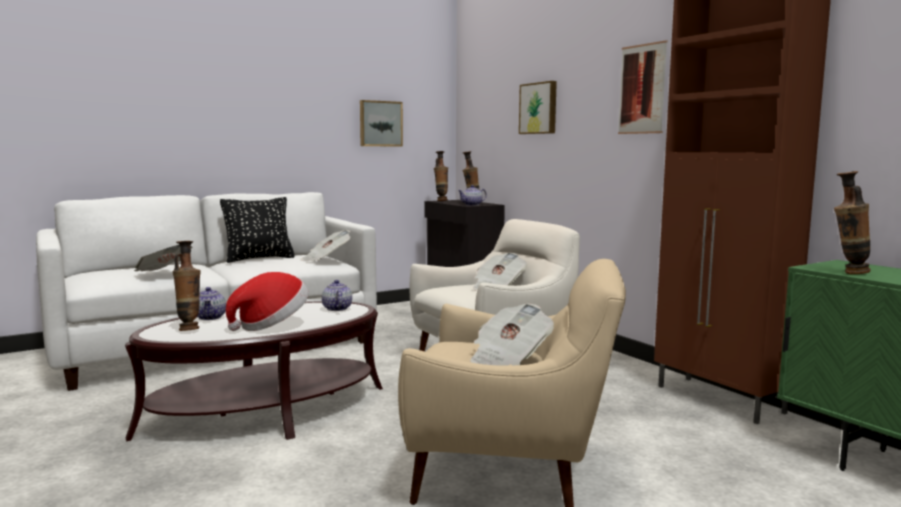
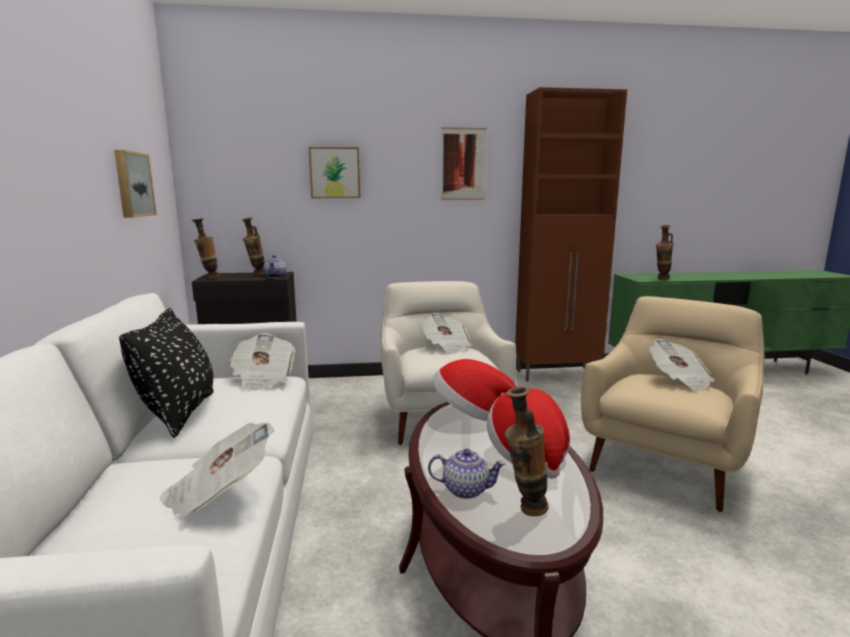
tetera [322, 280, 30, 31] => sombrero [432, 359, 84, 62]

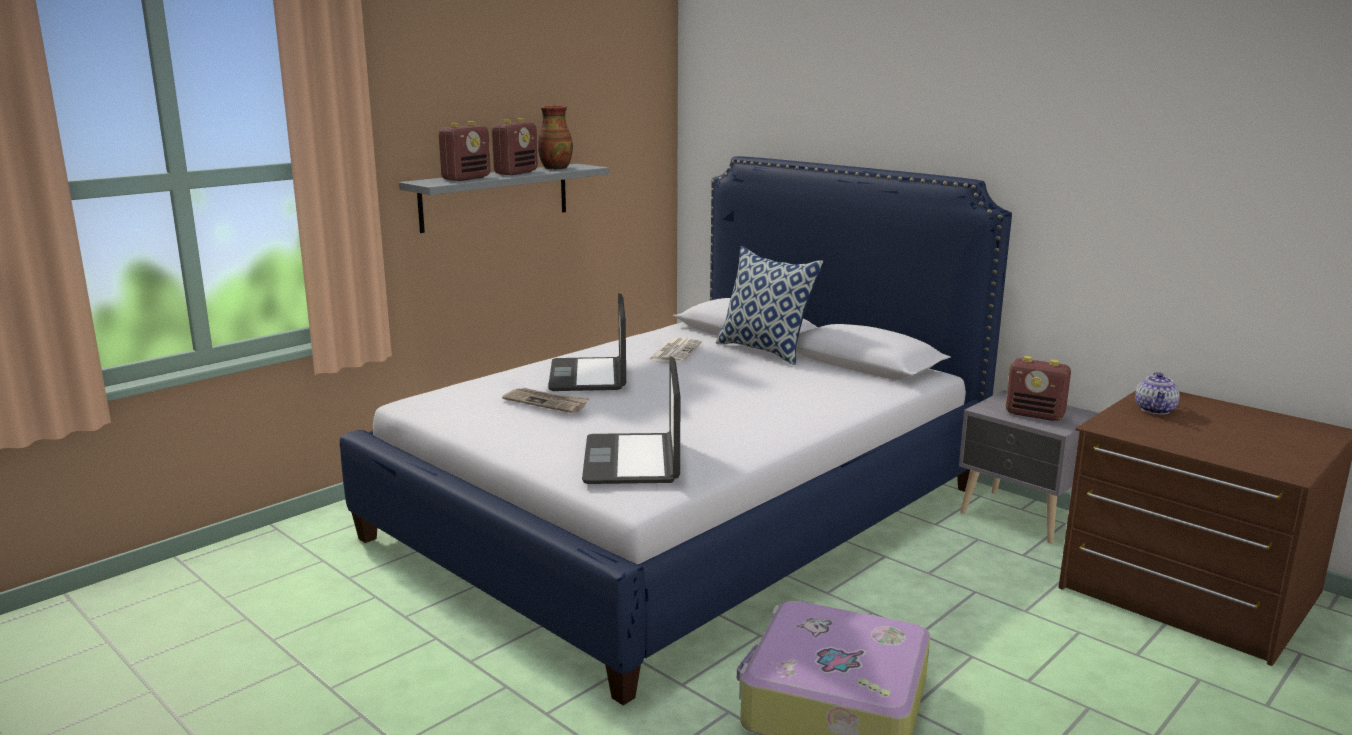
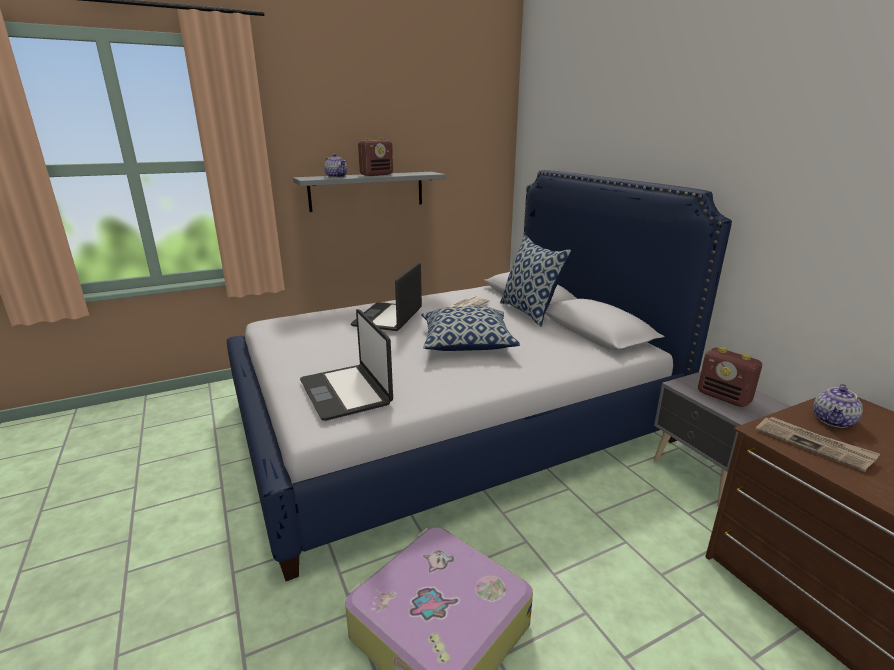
florero [538, 105, 35, 65] => nothing
nothing => cojín [421, 306, 99, 45]
periódico [502, 388, 88, 25] => periódico [755, 417, 125, 55], move
radio [438, 121, 52, 60] => tetera [324, 154, 23, 24]
portátil [582, 356, 99, 128] => portátil [300, 309, 93, 112], 45 degrees counterclockwise

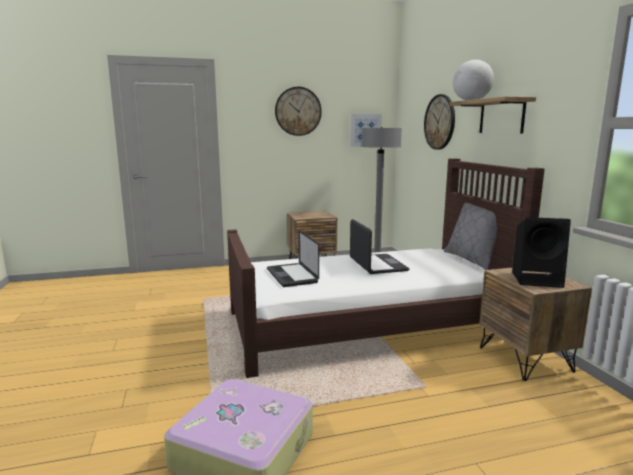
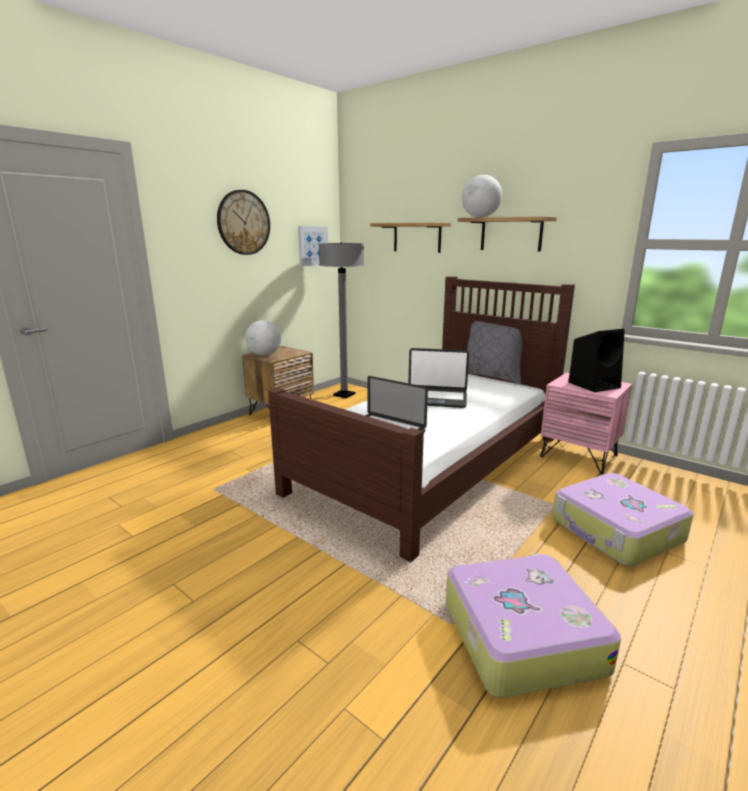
nothing => globo terráqueo [245, 320, 36, 36]
nothing => maleta [552, 473, 142, 93]
reloj de pared [424, 94, 31, 56] => estante [370, 222, 81, 31]
mesita de noche (marrón) [479, 267, 113, 114] => mesita de noche (rosa) [540, 373, 92, 101]
portátil [350, 219, 59, 55] => portátil [409, 348, 60, 60], 150 degrees clockwise

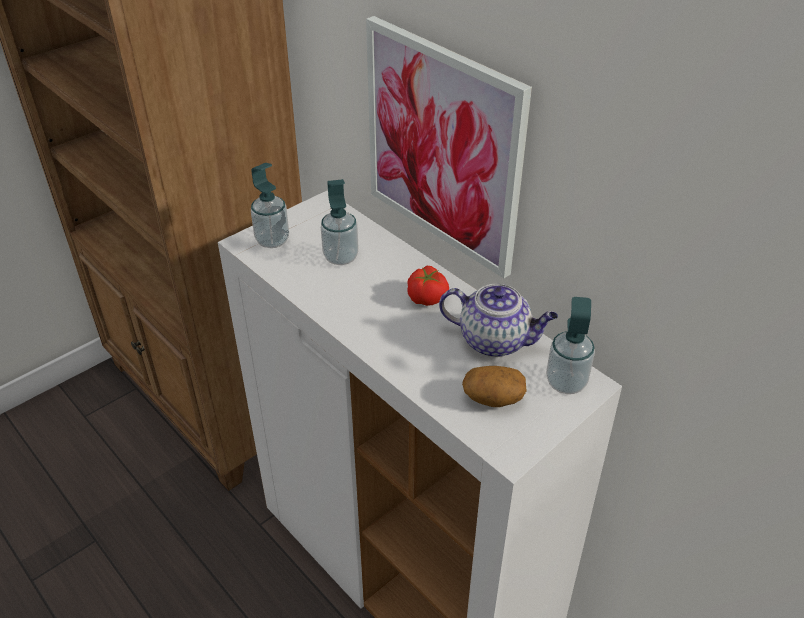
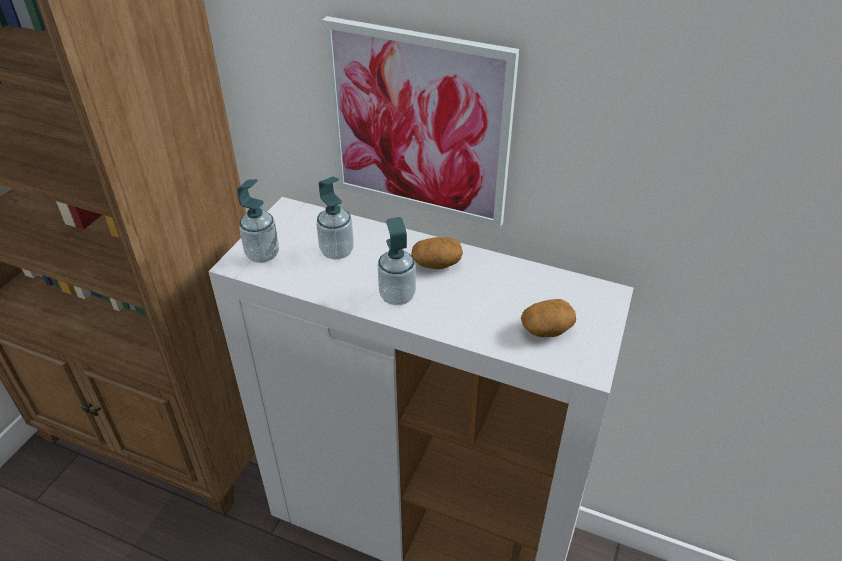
tetera [439, 284, 119, 73] => nothing
dispensador de jabón [546, 297, 49, 97] => dispensador de jabón [377, 217, 39, 88], move
tomate [407, 266, 42, 40] => patata [411, 237, 52, 32]

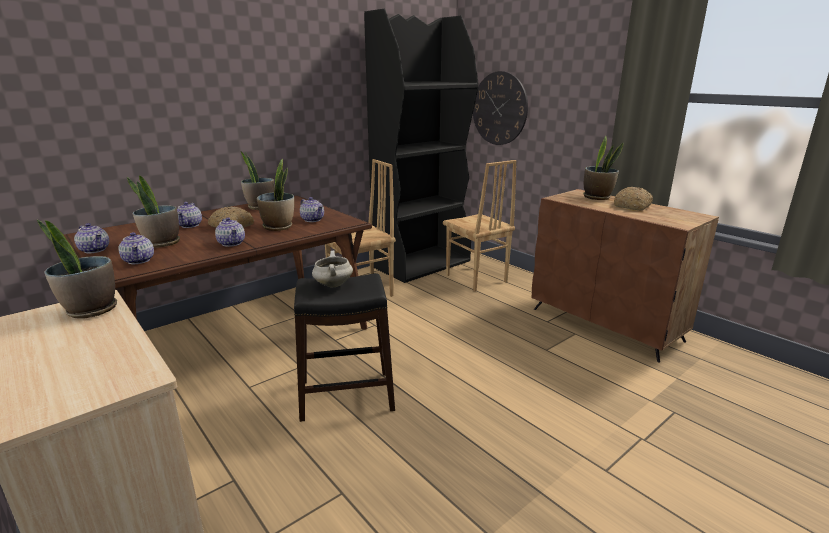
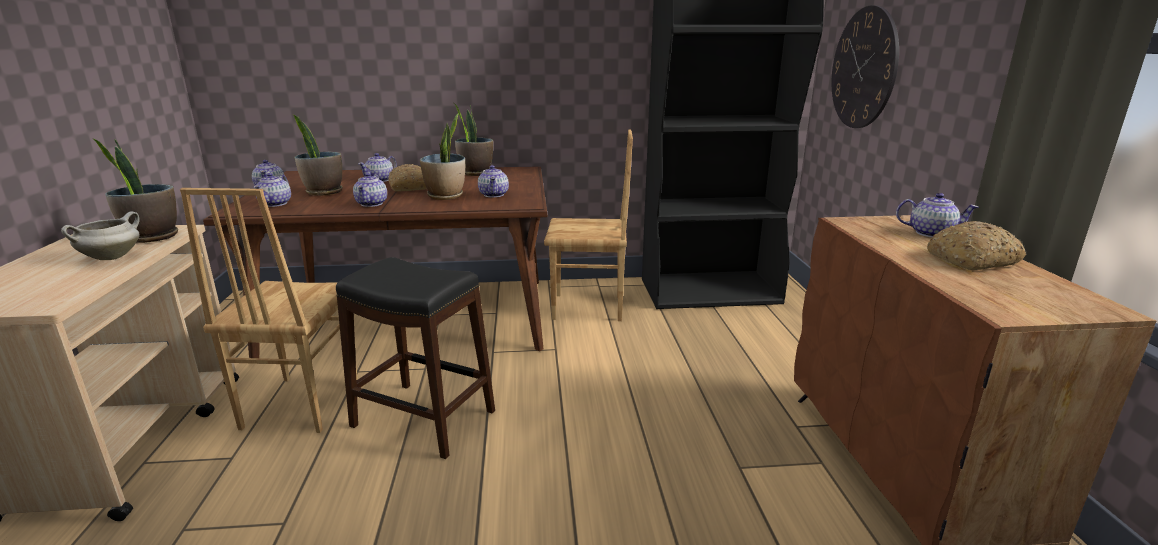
olla (blanco) [312, 250, 41, 37] => olla (blanco) [61, 211, 79, 49], move
silla (marrón) [443, 160, 74, 131] => silla (marrón) [180, 188, 178, 245], move
planta en maceta [583, 136, 41, 64] => tetera [896, 193, 83, 45]

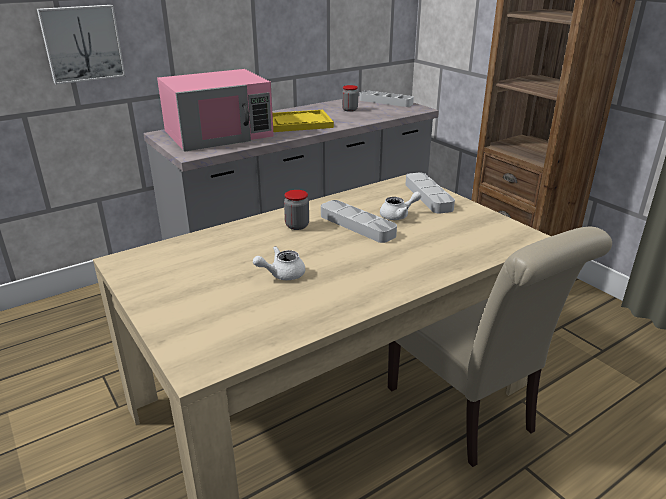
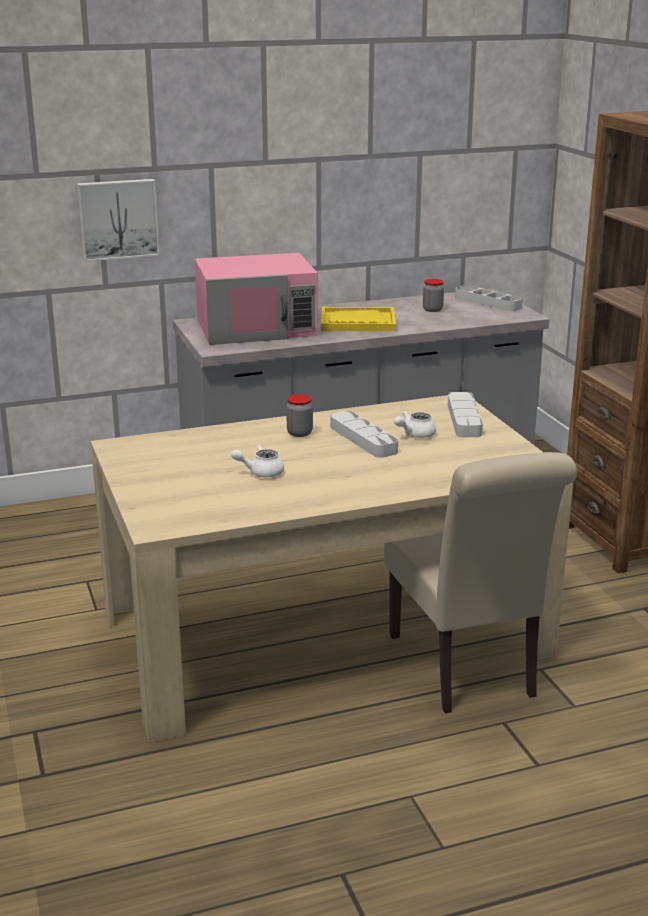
tetera (blanco) [380, 191, 42, 29] => tetera (blanco) [394, 410, 42, 28], 150 degrees clockwise

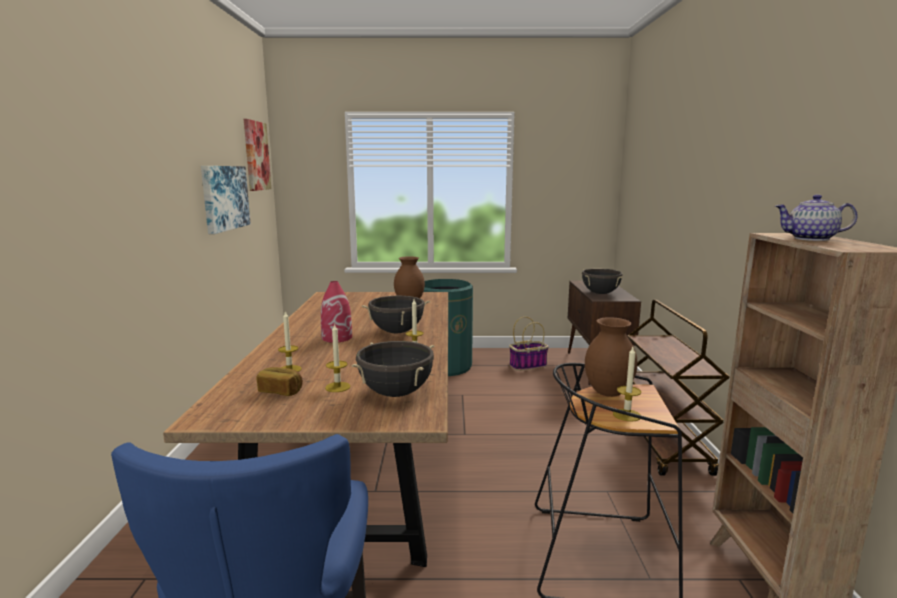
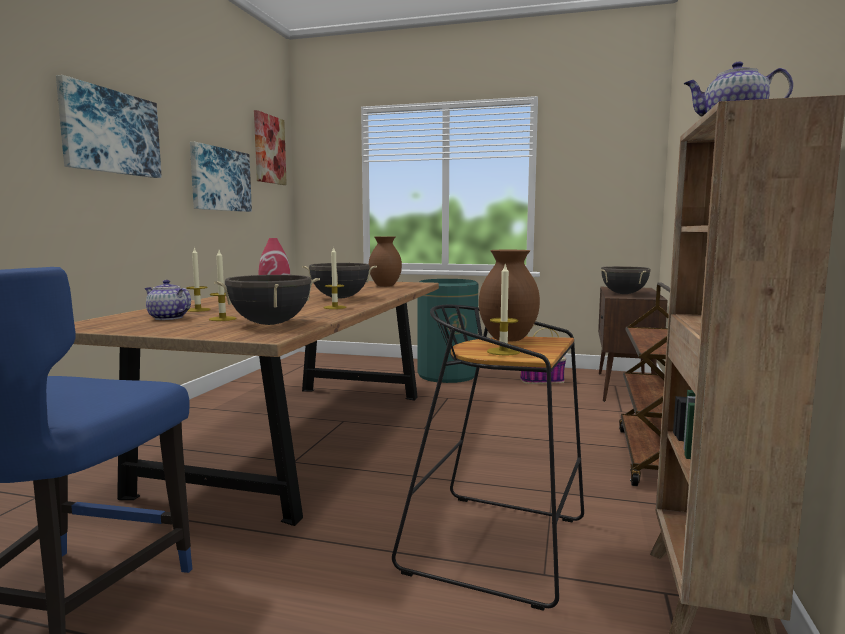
nothing => cuadro [56, 75, 106, 103]
pan [256, 367, 47, 29] => tetera [144, 280, 47, 40]

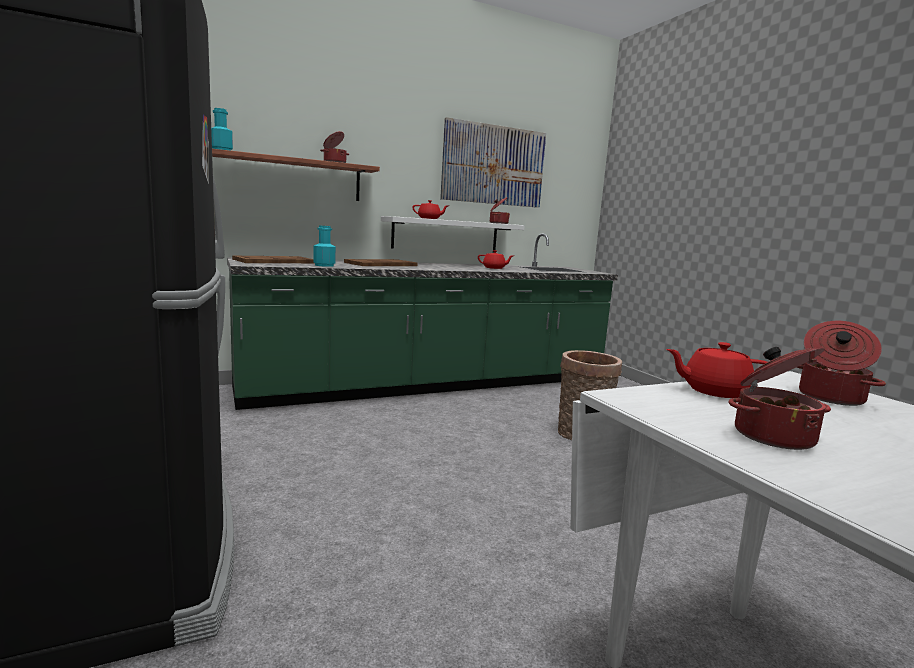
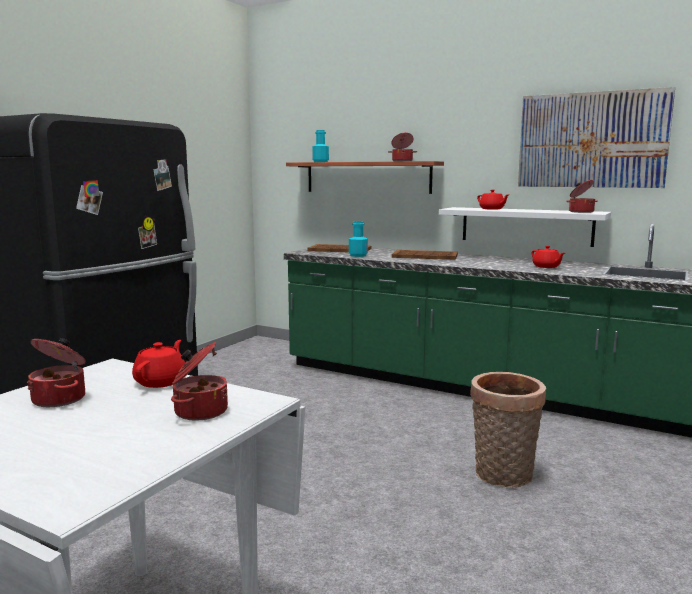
tetera (rojo) [666, 342, 101, 56] => tetera (rojo) [132, 340, 53, 48], 45 degrees clockwise

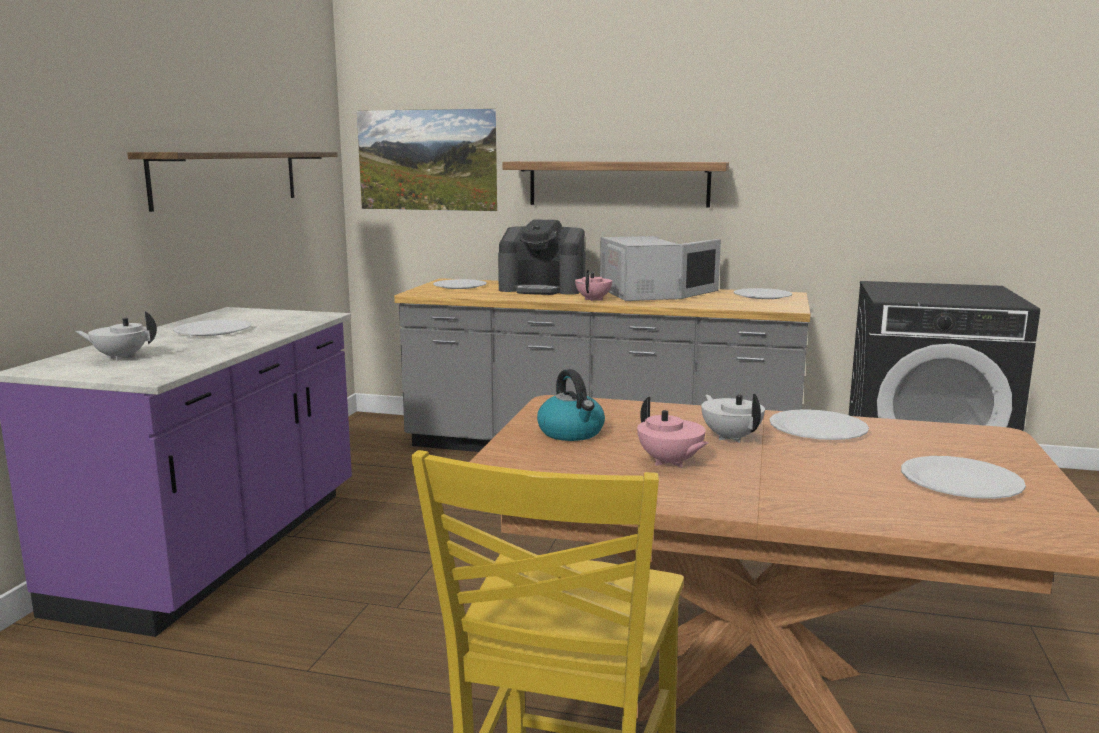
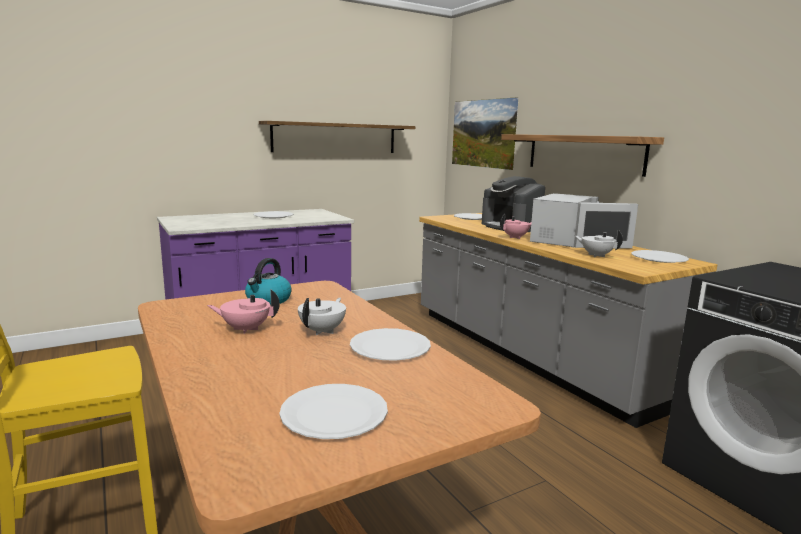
tetera (blanco) [75, 311, 82, 50] => tetera (blanco) [574, 230, 49, 27], move
tetera (rosa) [637, 397, 71, 71] => tetera (rosa) [207, 290, 73, 44], 75 degrees clockwise

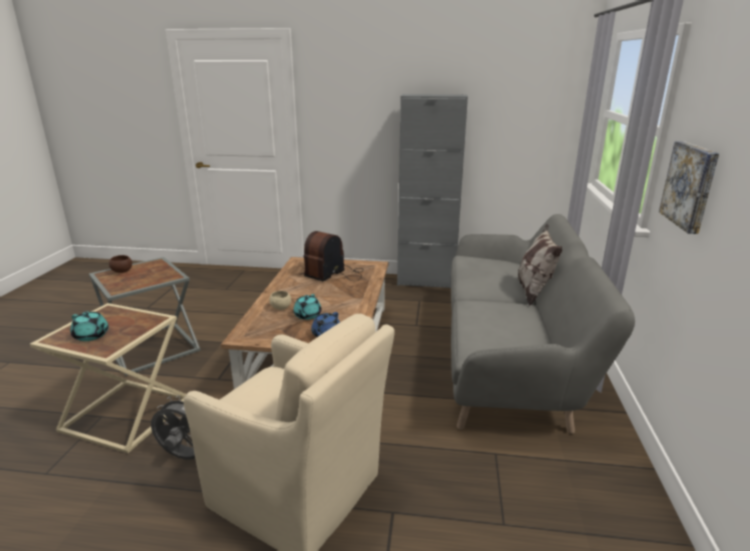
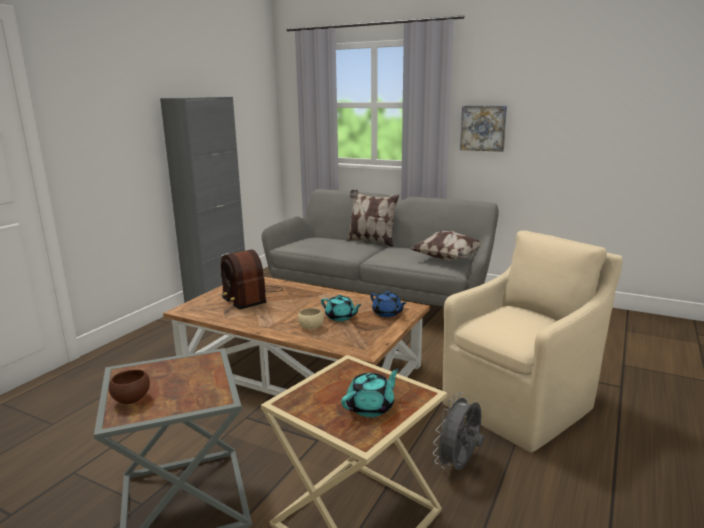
nothing => cojín [410, 231, 72, 30]

